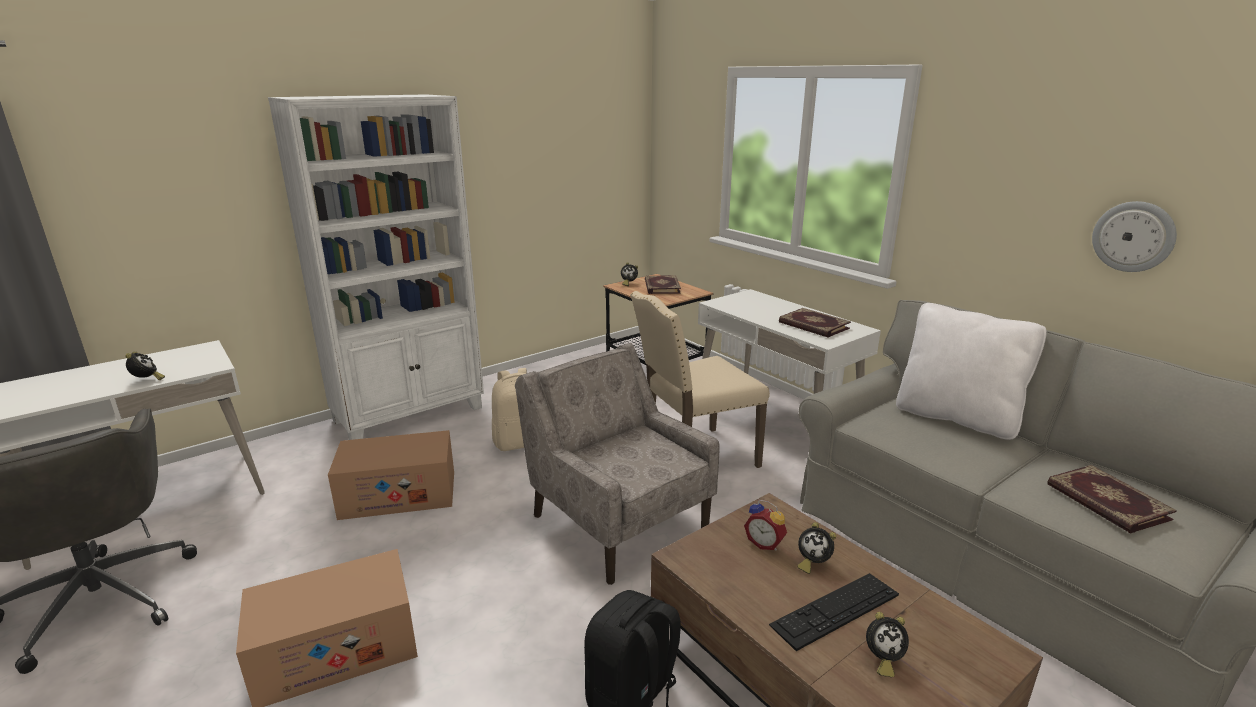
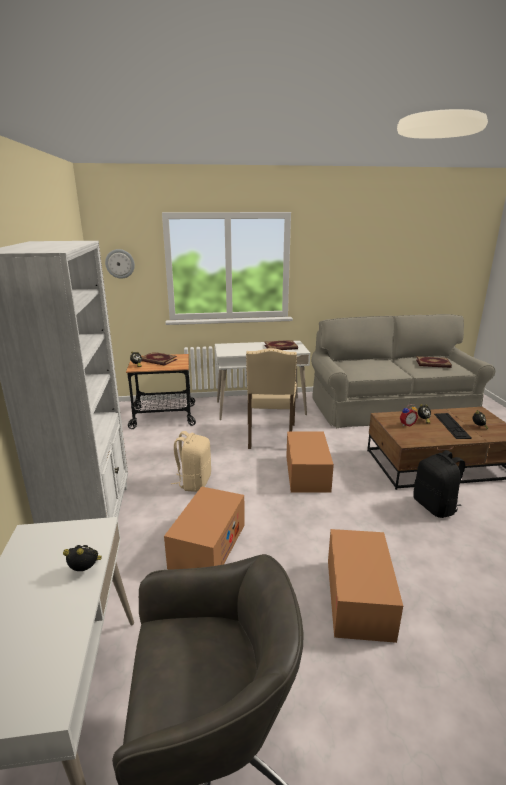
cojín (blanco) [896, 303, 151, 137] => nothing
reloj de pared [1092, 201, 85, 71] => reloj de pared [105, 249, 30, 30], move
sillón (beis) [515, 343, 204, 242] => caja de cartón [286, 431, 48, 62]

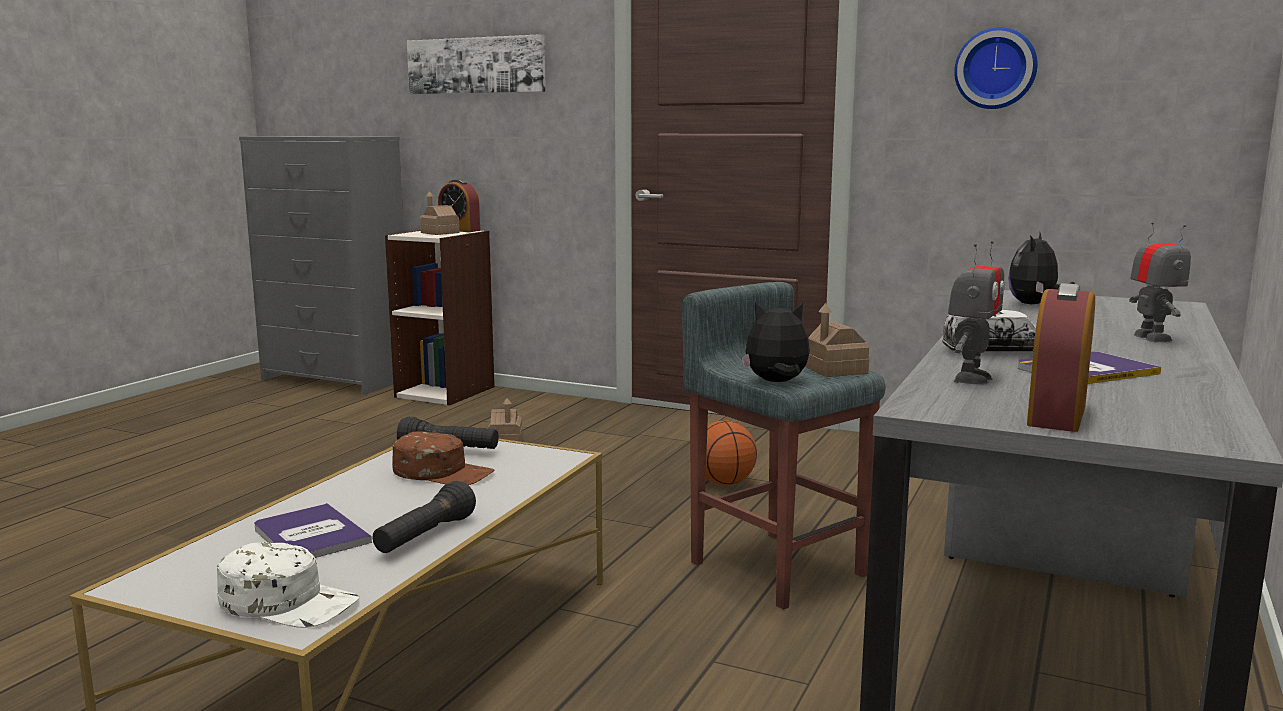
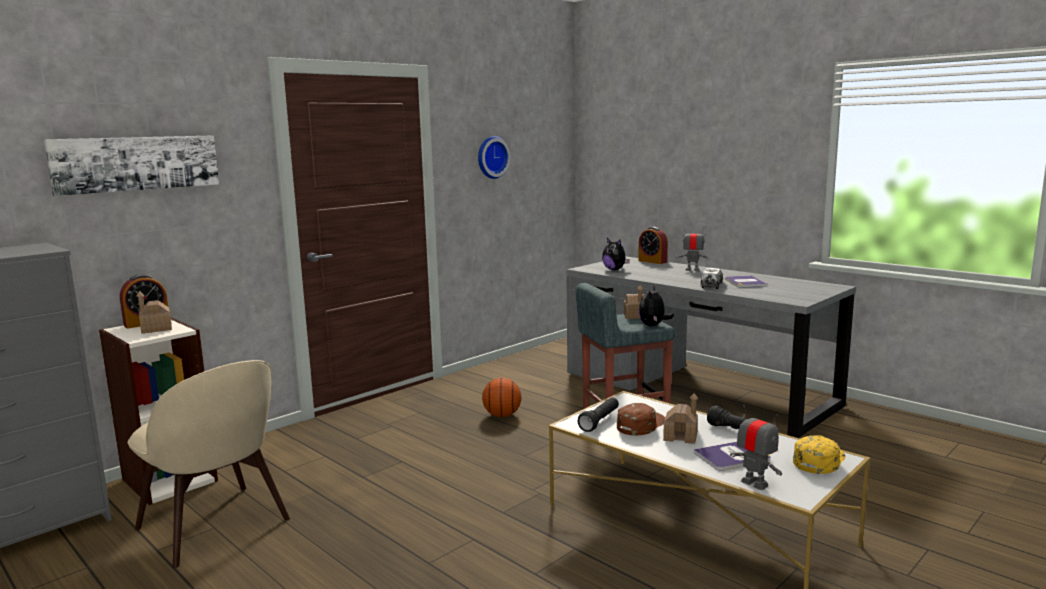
nothing => silla (beis) [128, 360, 162, 208]
casita [488, 398, 35, 44] => casita [663, 393, 35, 51], move
robot de juguete [948, 241, 57, 143] => robot de juguete [730, 405, 52, 85], move
despertador [1027, 283, 68, 149] => despertador [638, 227, 30, 37], move
gorra (blanco) [217, 542, 143, 86] => gorra (amarillo) [793, 435, 53, 39]

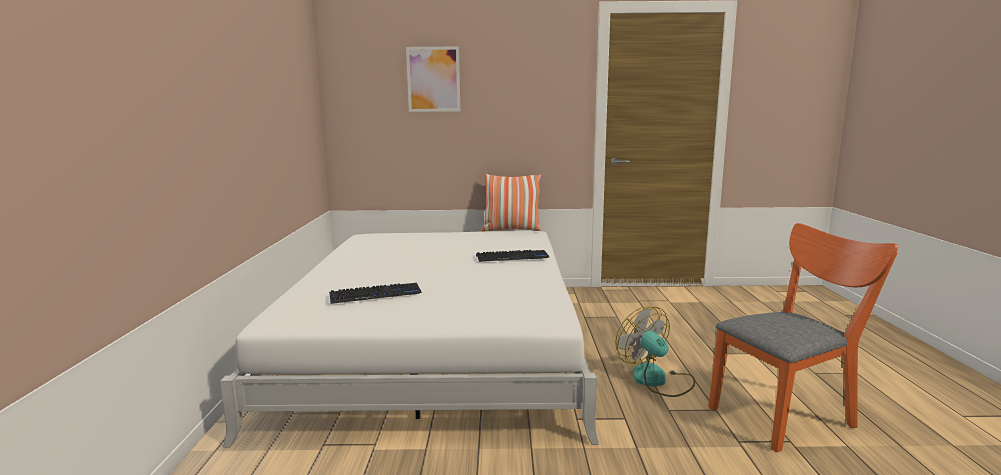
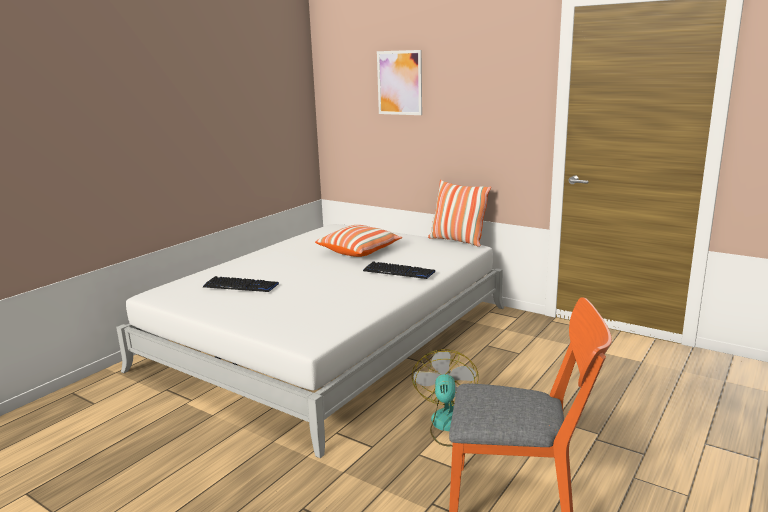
nothing => cojín [315, 225, 87, 32]

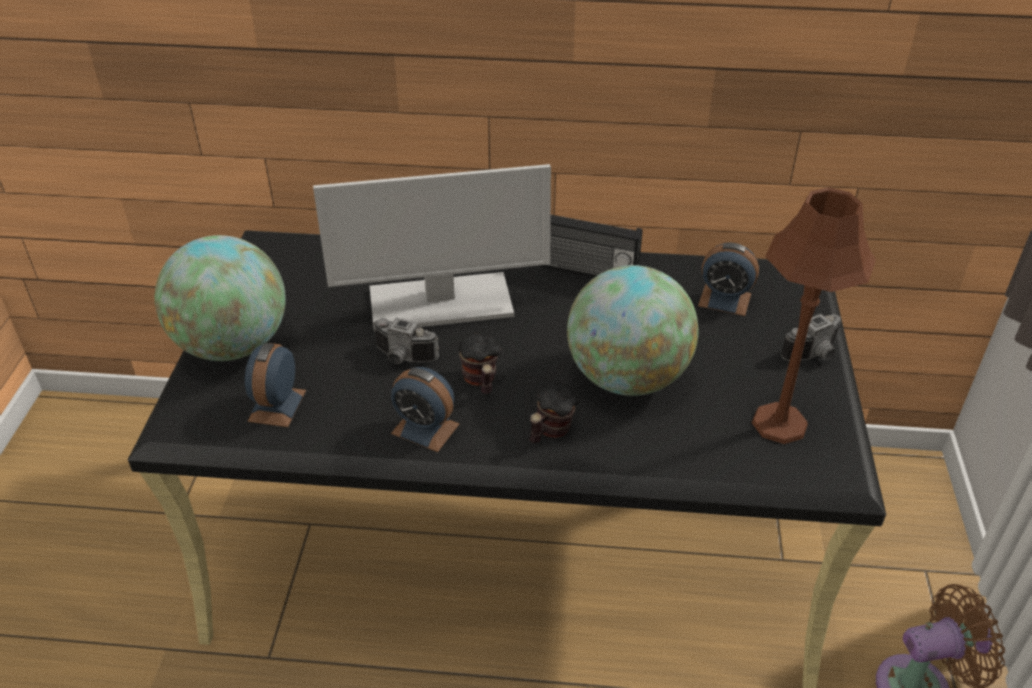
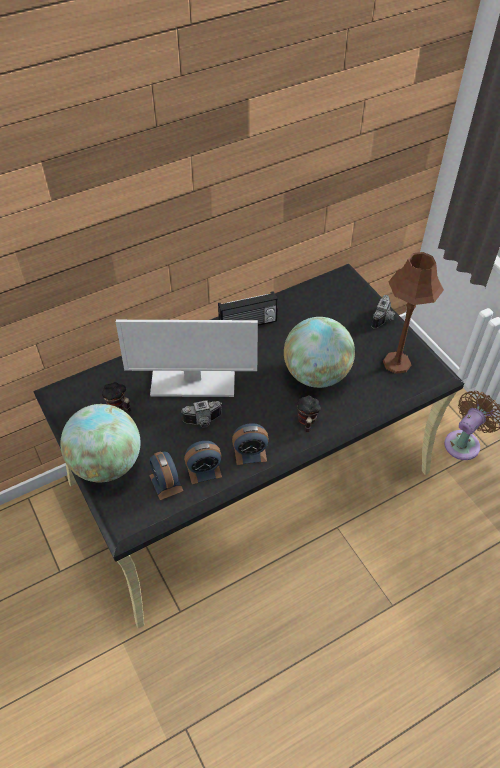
taza grande [459, 333, 42, 61] => taza grande [102, 382, 29, 31], move
despertador [698, 243, 61, 73] => despertador [184, 441, 38, 43], move
monitor [313, 164, 238, 168] => monitor [116, 320, 142, 77], 45 degrees clockwise

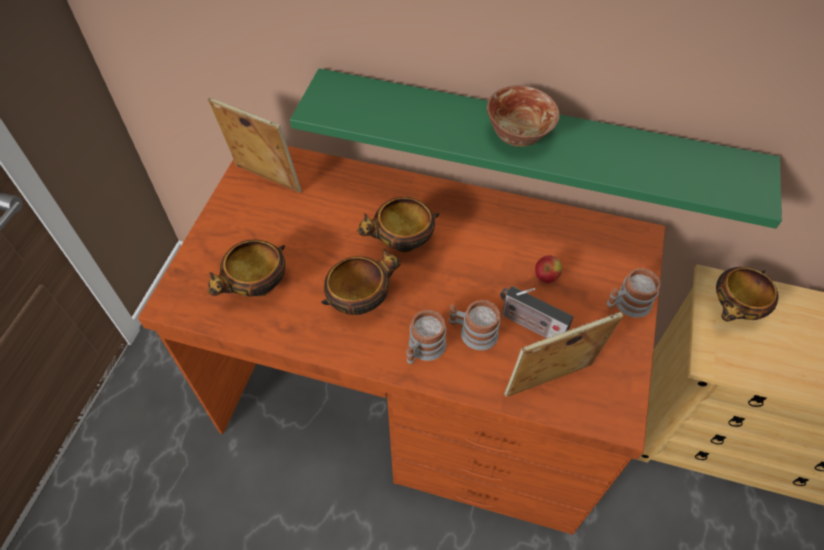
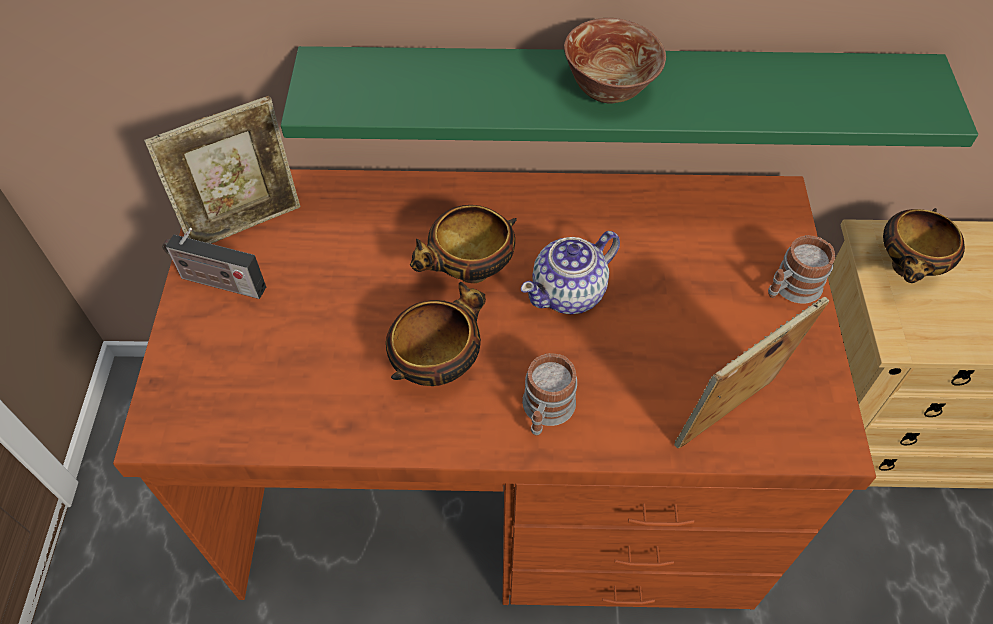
cuenco [208, 240, 77, 56] => nothing
taza grande [449, 300, 51, 50] => nothing
manzana [535, 255, 27, 28] => nothing
nothing => tetera [521, 231, 99, 83]
radio [500, 286, 73, 52] => radio [162, 228, 104, 71], move
portarretratos [208, 98, 93, 95] => portarretratos [144, 96, 157, 148], 135 degrees clockwise

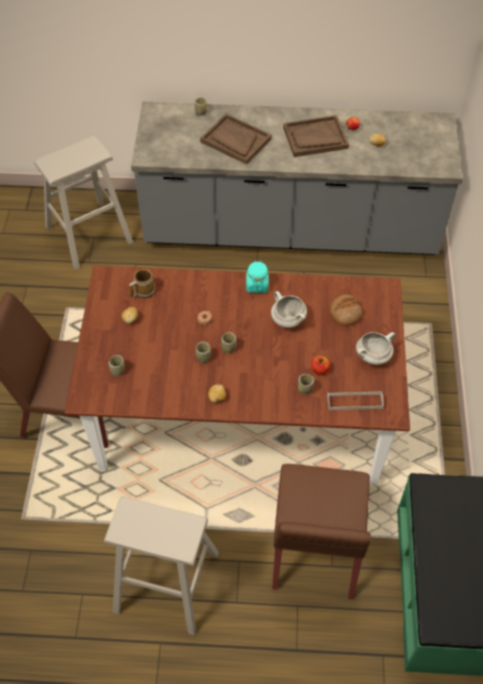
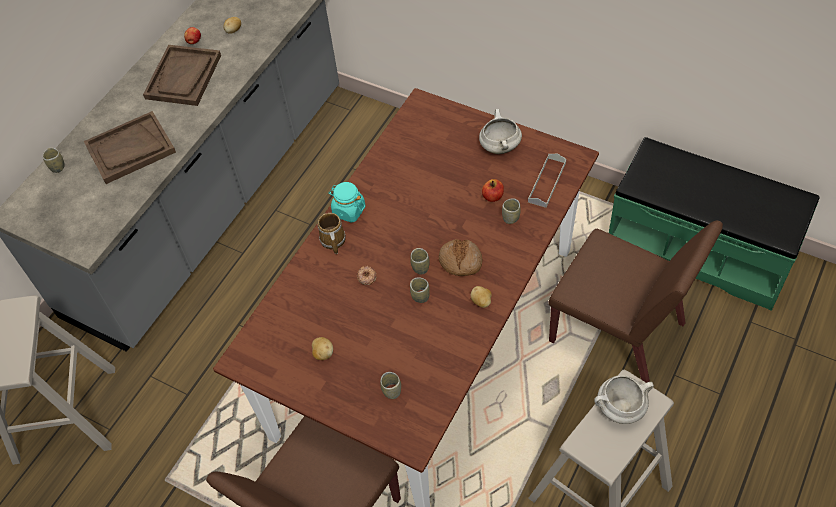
taza grande [129, 269, 26, 29] => taza grande [317, 213, 29, 41], move
olla (blanco) [271, 291, 36, 37] => olla (blanco) [594, 375, 60, 49], move
pan [330, 295, 32, 31] => pan [439, 239, 44, 37], move

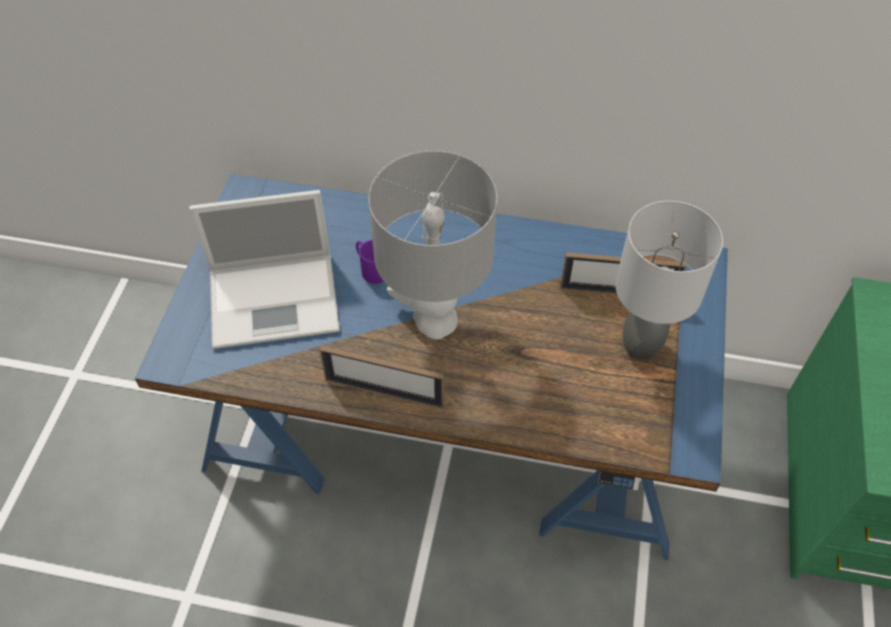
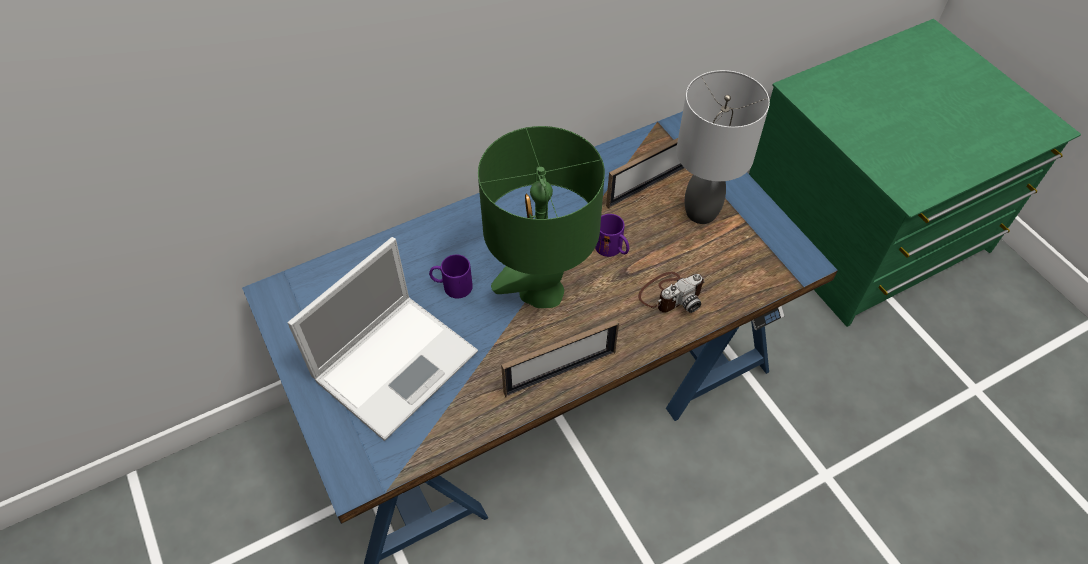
nothing => taza grande (morado) [595, 214, 34, 43]
nothing => cámara [638, 272, 67, 41]
lámpara de mesa (gris) [368, 150, 129, 189] => lámpara de mesa (verde) [478, 126, 127, 182]

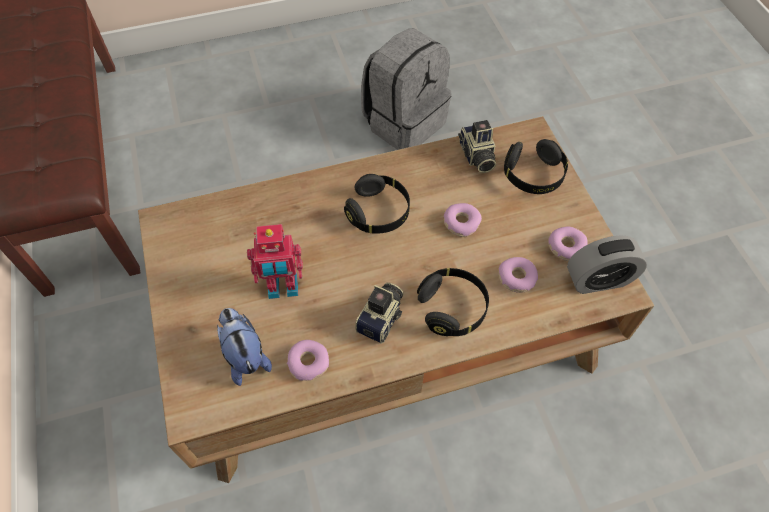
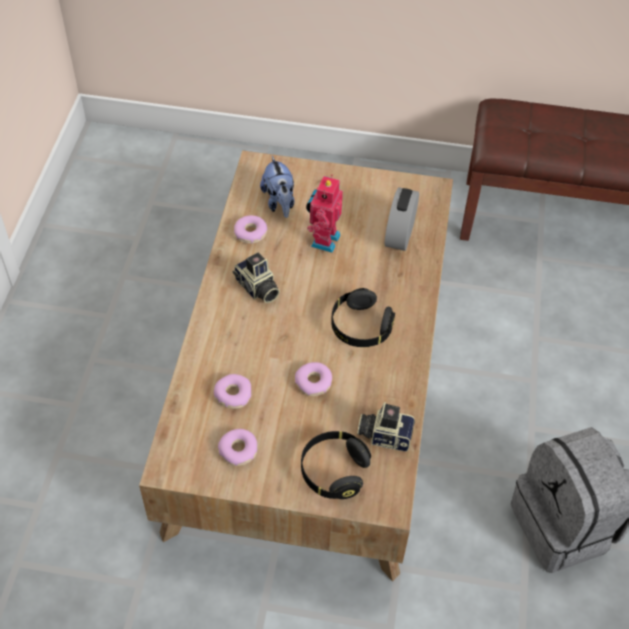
auriculares (negro) [417, 268, 72, 68] => nothing
despertador [567, 235, 80, 59] => despertador [385, 187, 34, 64], move
peluche [217, 308, 55, 78] => peluche [260, 156, 35, 62], 75 degrees clockwise

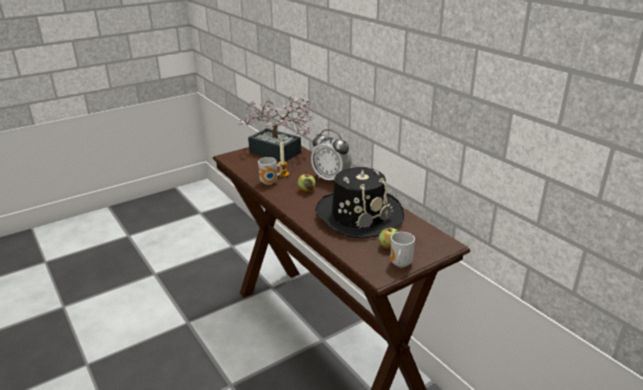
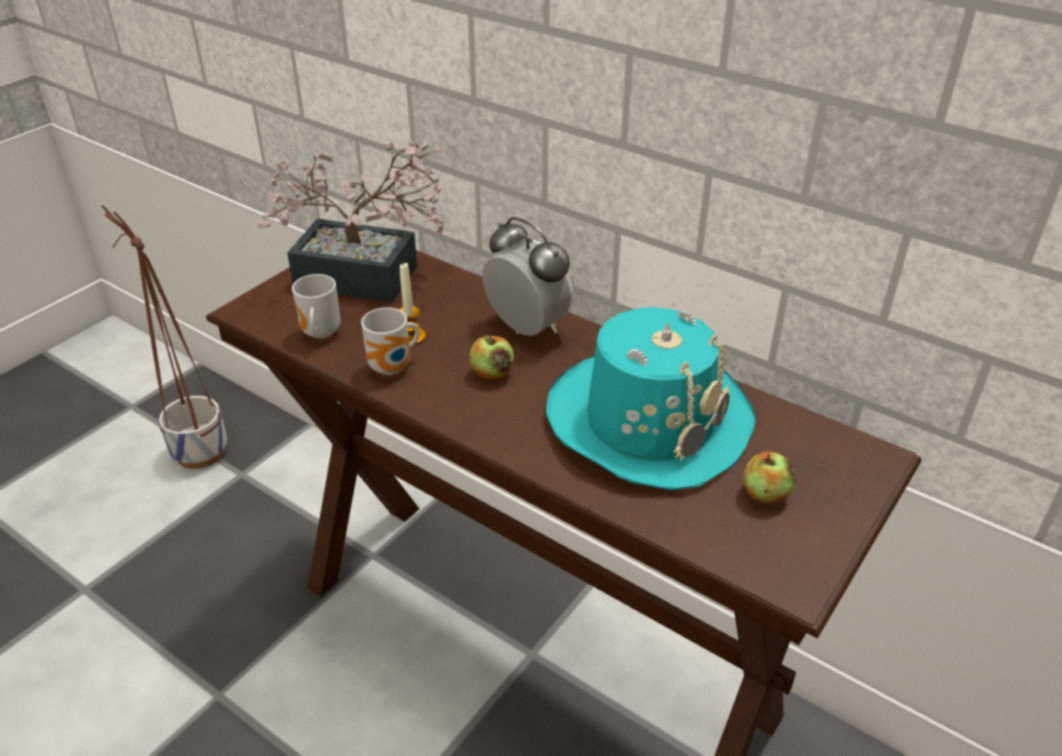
nothing => maceta [102, 205, 125, 264]
taza grande [390, 232, 25, 35] => taza grande [292, 274, 49, 65], move
sombrero (negro) [315, 167, 89, 71] => sombrero (turquesa) [546, 307, 210, 183]
despertador [311, 129, 40, 51] => despertador [482, 217, 92, 119], 150 degrees counterclockwise

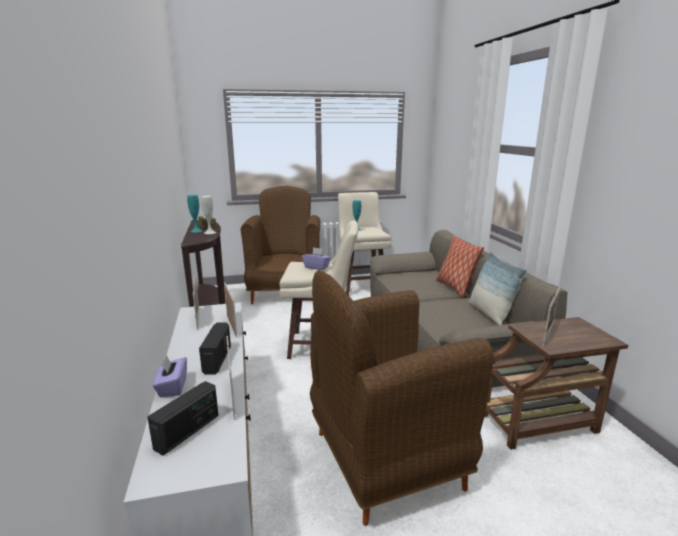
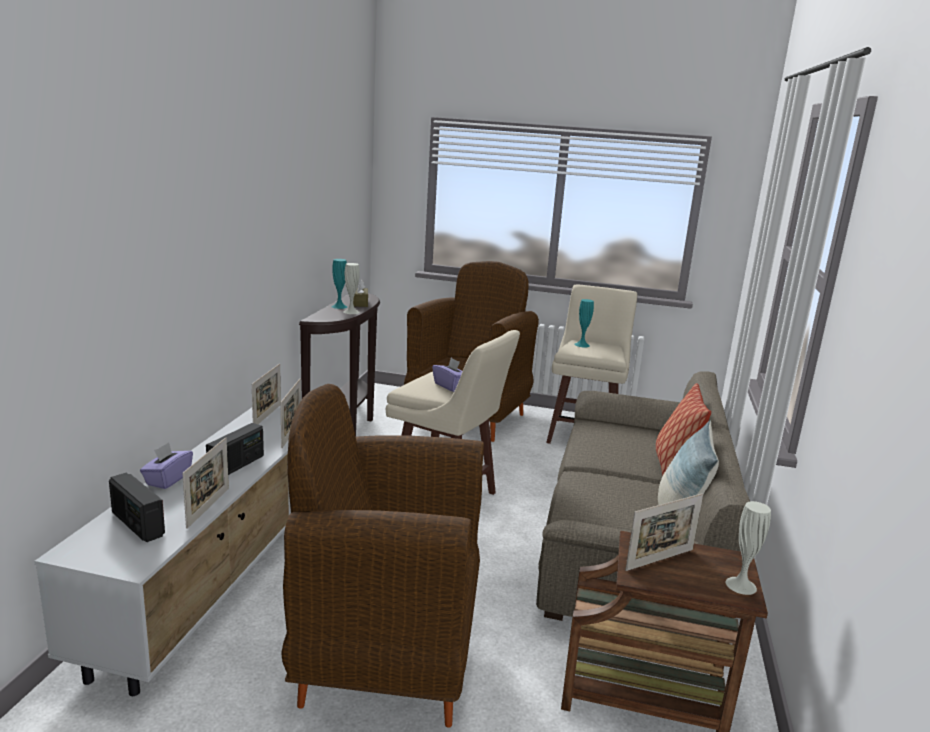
nothing => florero (blanco) [726, 501, 45, 94]
radio [147, 381, 72, 75] => radio [109, 473, 56, 69], 75 degrees clockwise

